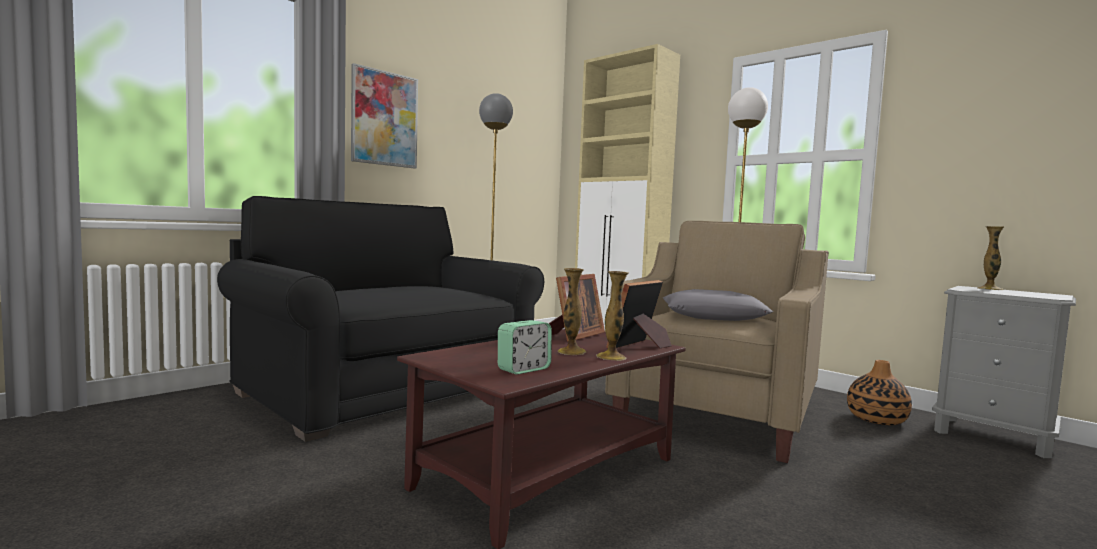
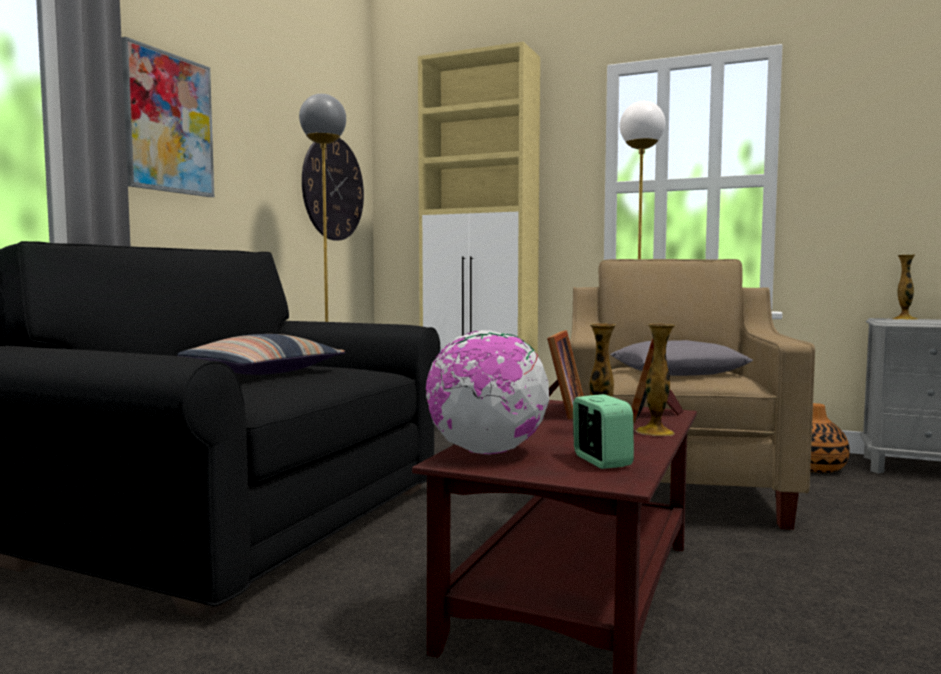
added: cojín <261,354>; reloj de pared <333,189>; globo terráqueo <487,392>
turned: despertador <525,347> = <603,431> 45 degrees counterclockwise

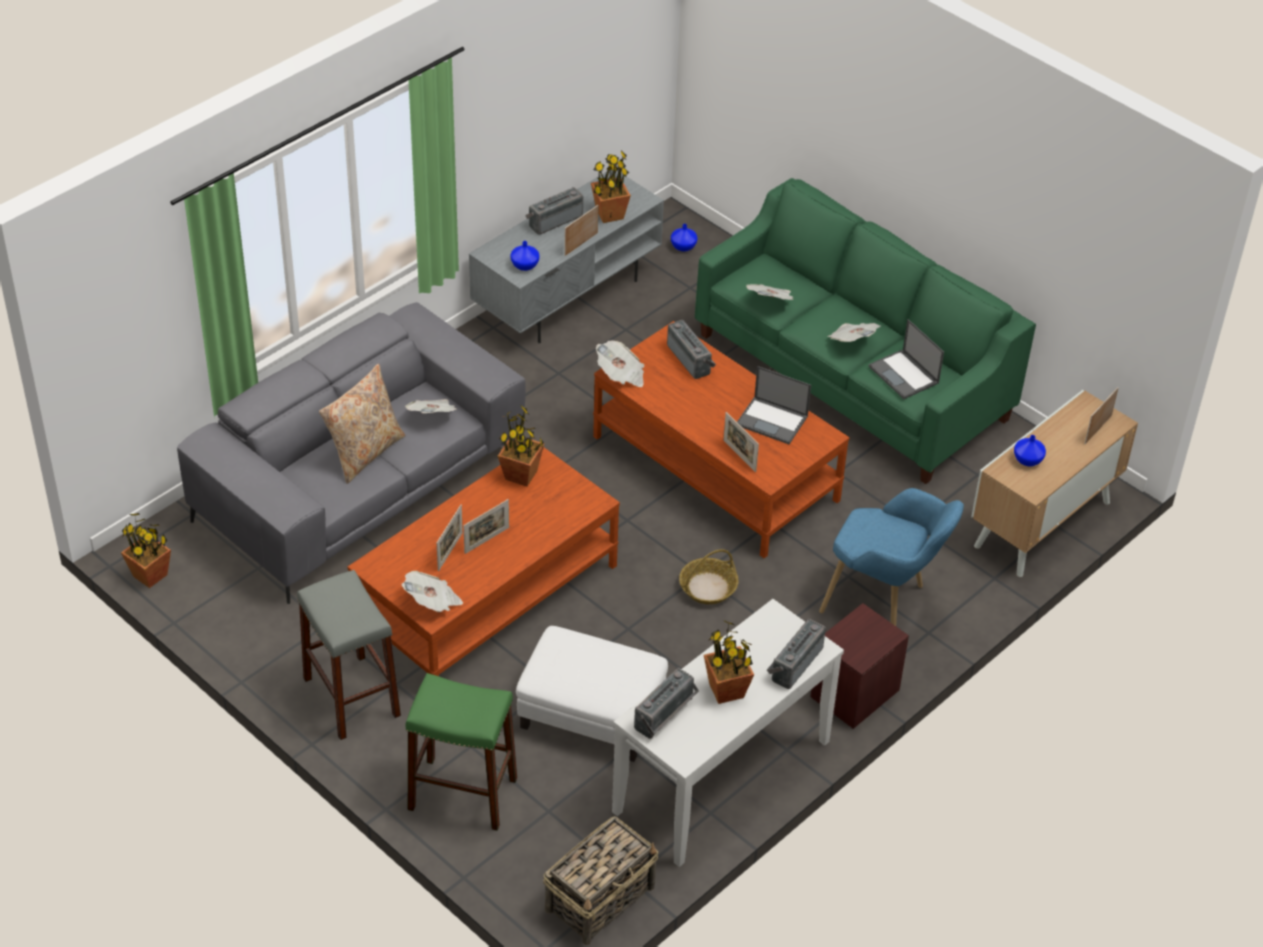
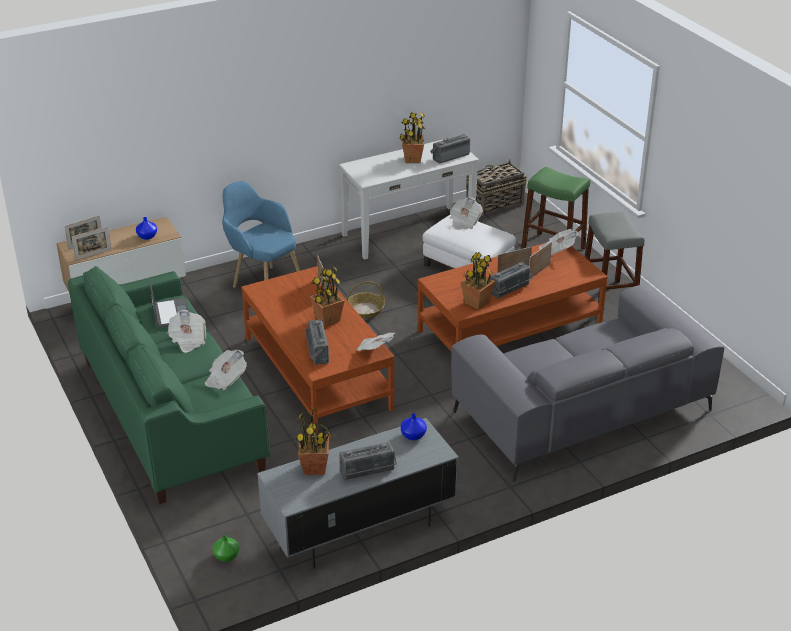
removed: cojín (beis) <362,424>; portátil <774,405>; mesita de noche (marrón) <859,666>
moved: planta en maceta <146,550> to <327,296>; periódico <431,406> to <466,213>; portarretratos <581,230> to <92,243>; radio <796,654> to <511,280>
recoloured: florero (azul) <684,238> to florero (verde) <226,548>

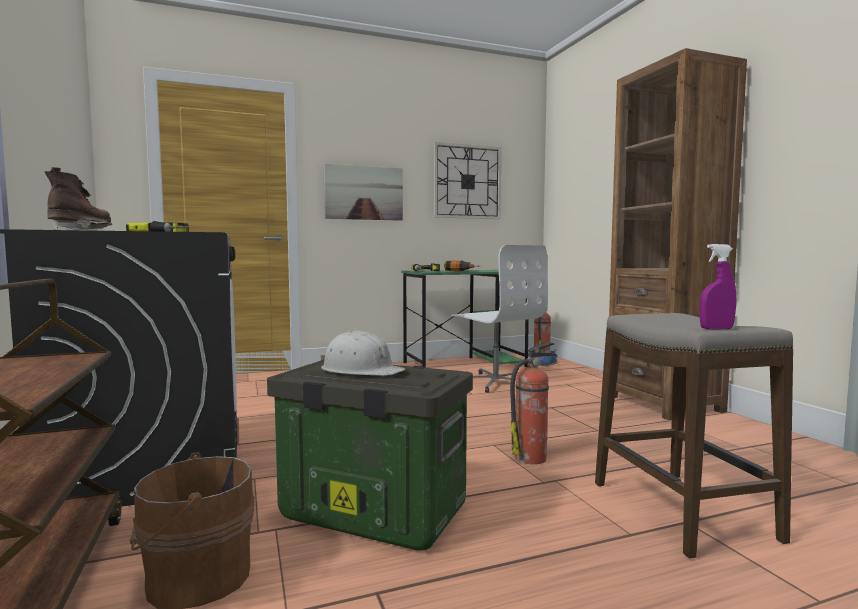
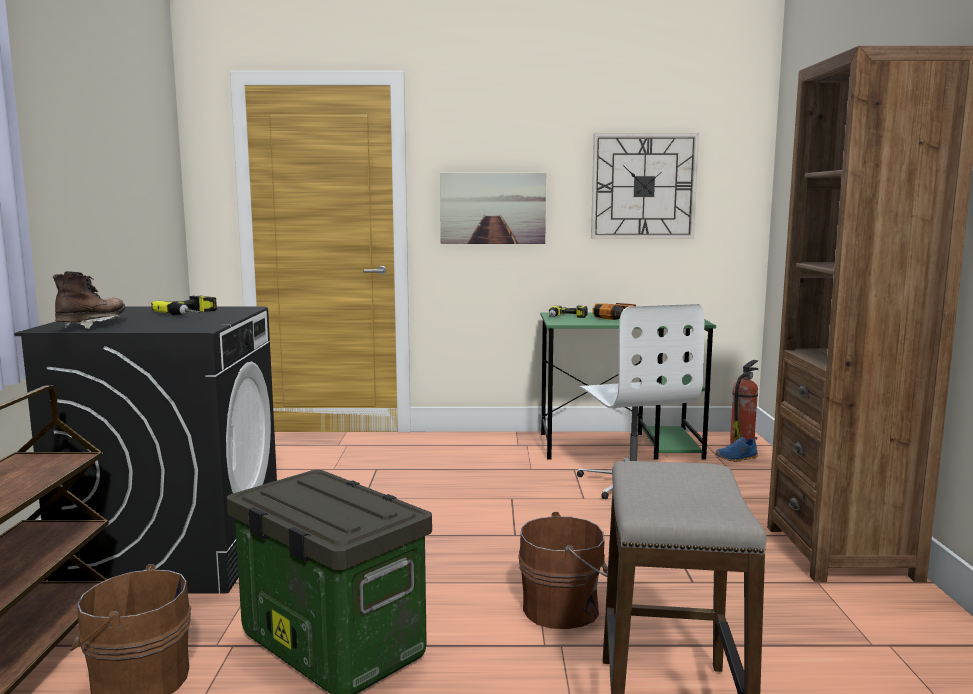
removed: casco (blanco) <362,353>; pulverizador (morado) <717,287>
replaced: extintor <533,403> to cubo (marrón) <563,570>

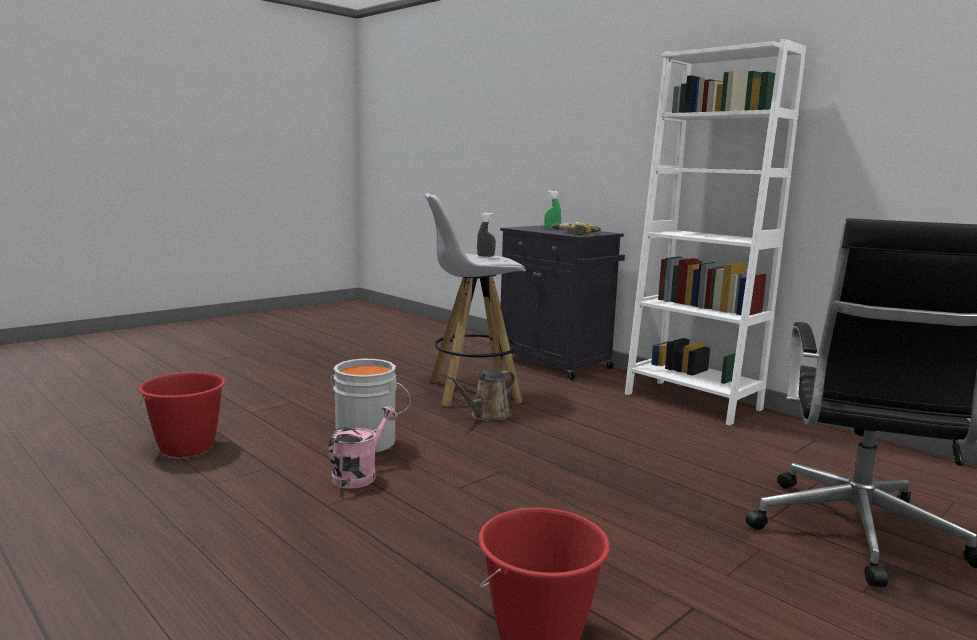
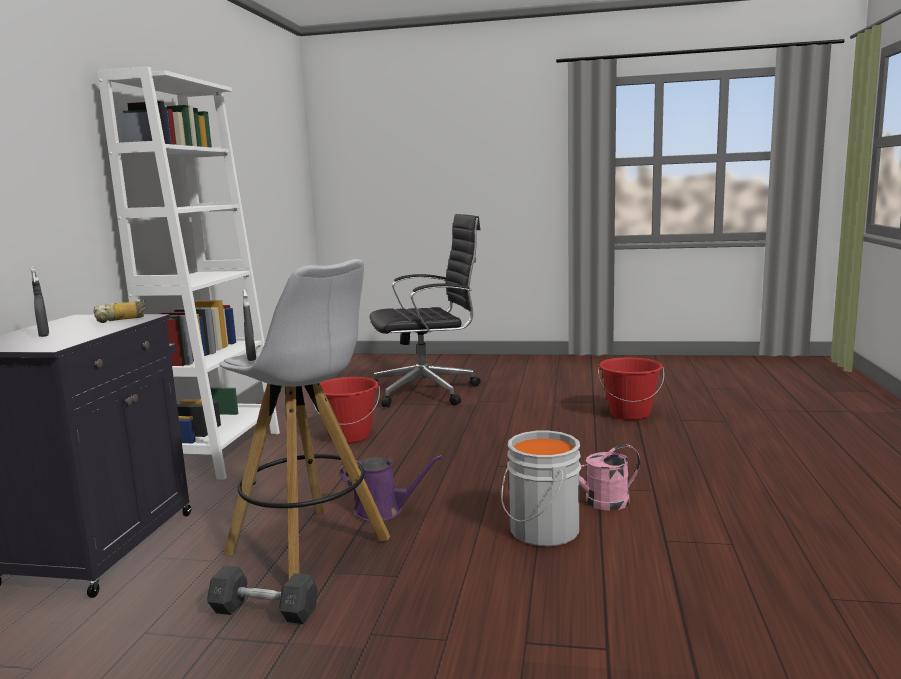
added: mancuerna (gris) <262,595>
moved: cubo (rojo) <182,414> to <346,410>
recoloured: regadera (marrón) <481,395> to regadera (morado) <391,488>; pulverizador (verde) <552,210> to pulverizador (gris) <40,301>

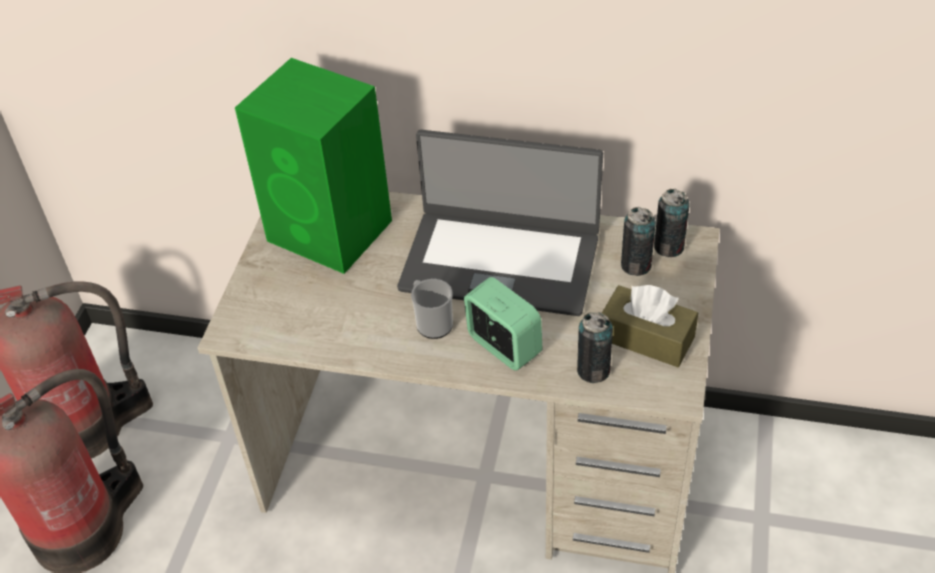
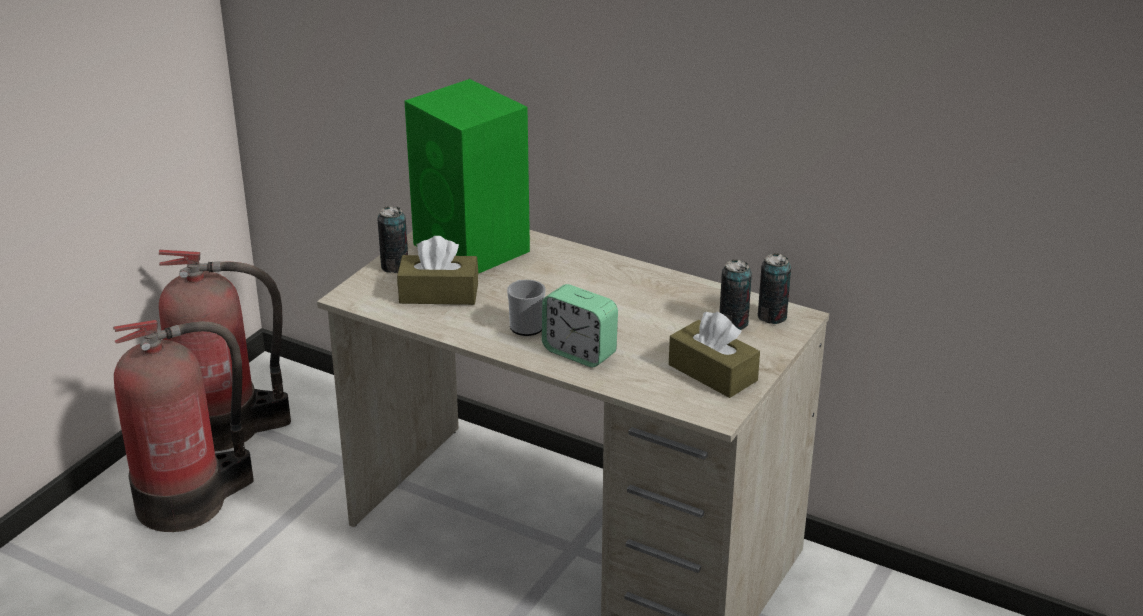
removed: portátil <500,223>
added: caja de pañuelos (marrón) <437,270>
moved: lata <595,347> to <393,239>
turned: despertador <503,323> = <580,325> 150 degrees clockwise

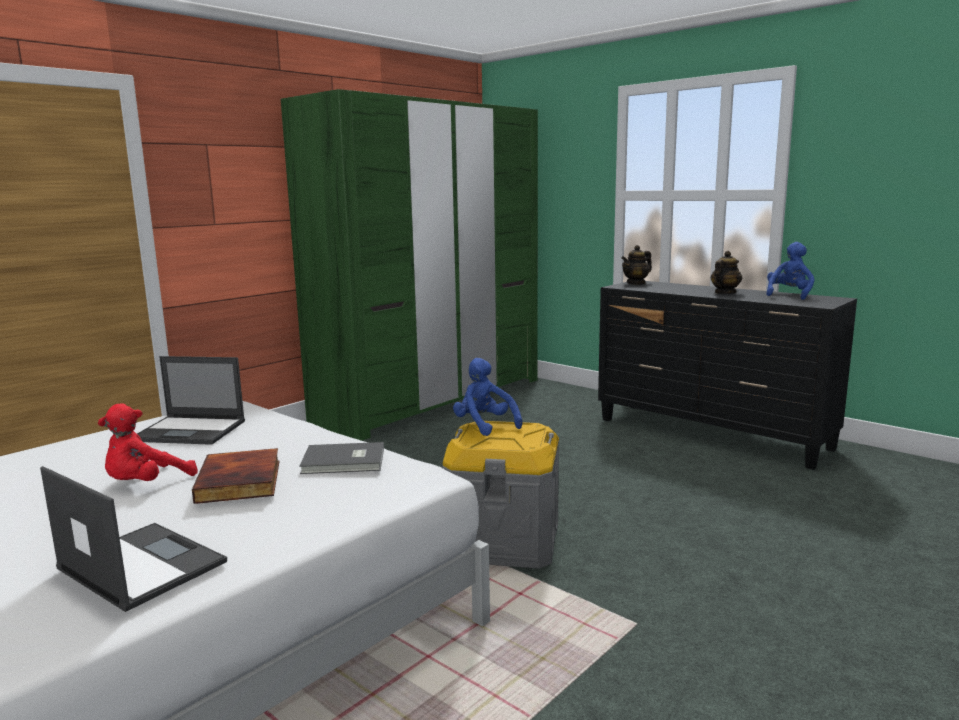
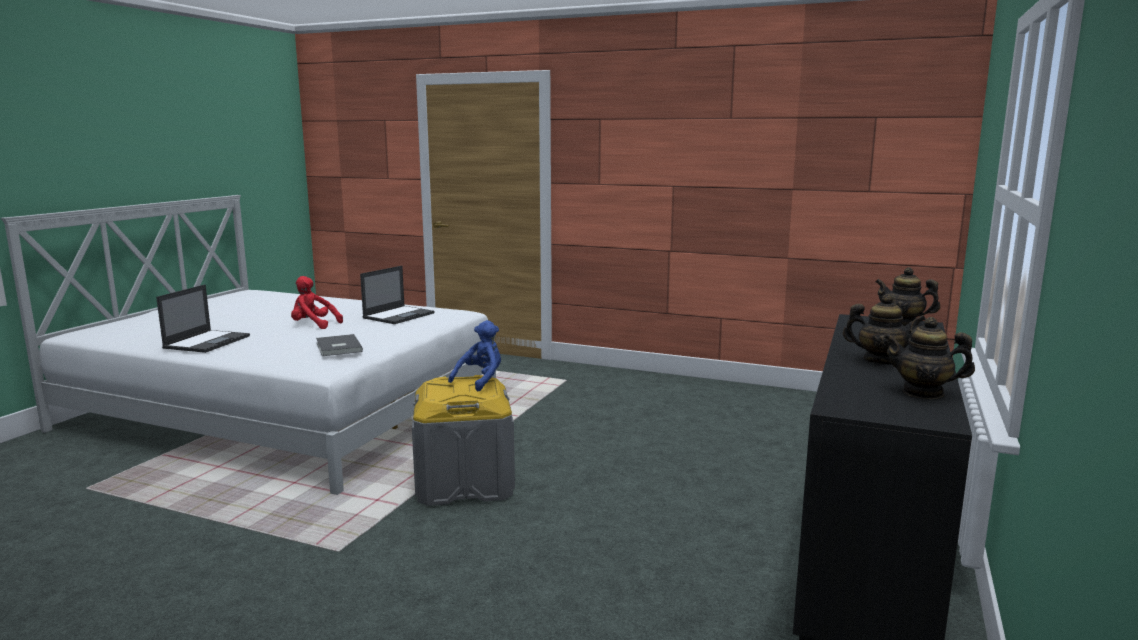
removed: libro <236,476>; armario ropero (verde) <409,265>
replaced: peluche (azul) <790,271> to tetera <929,358>
turned: portátil <191,400> = <397,295> 135 degrees counterclockwise

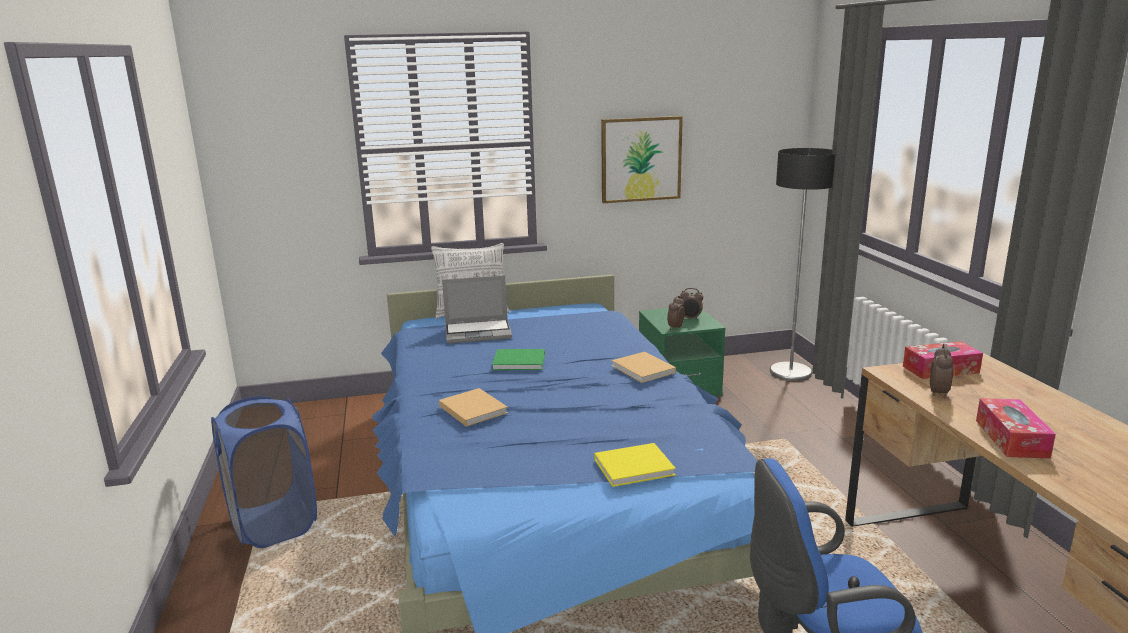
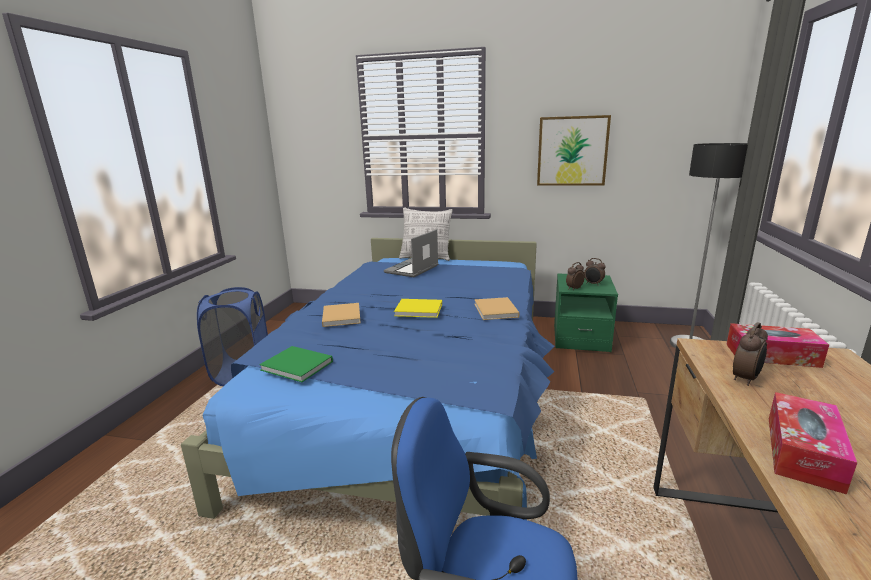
moved: libro (verde) <518,359> to <296,364>; libro (amarillo) <635,465> to <418,308>
turned: portátil <477,309> = <411,253> 105 degrees clockwise

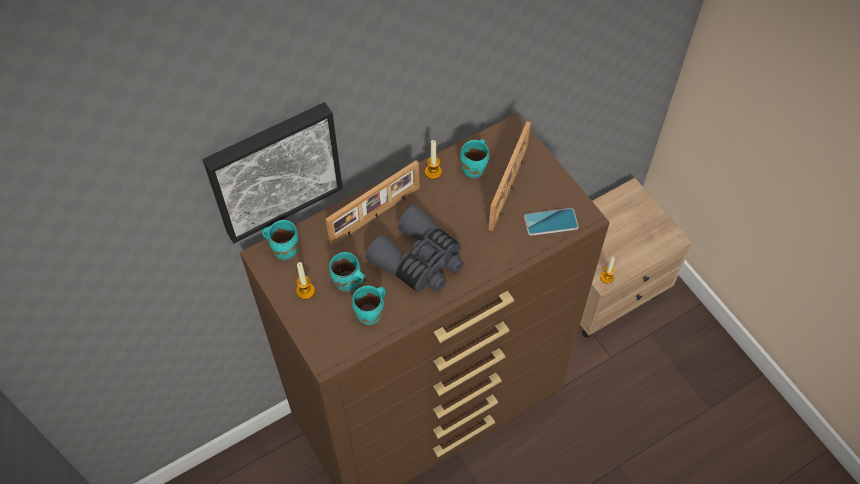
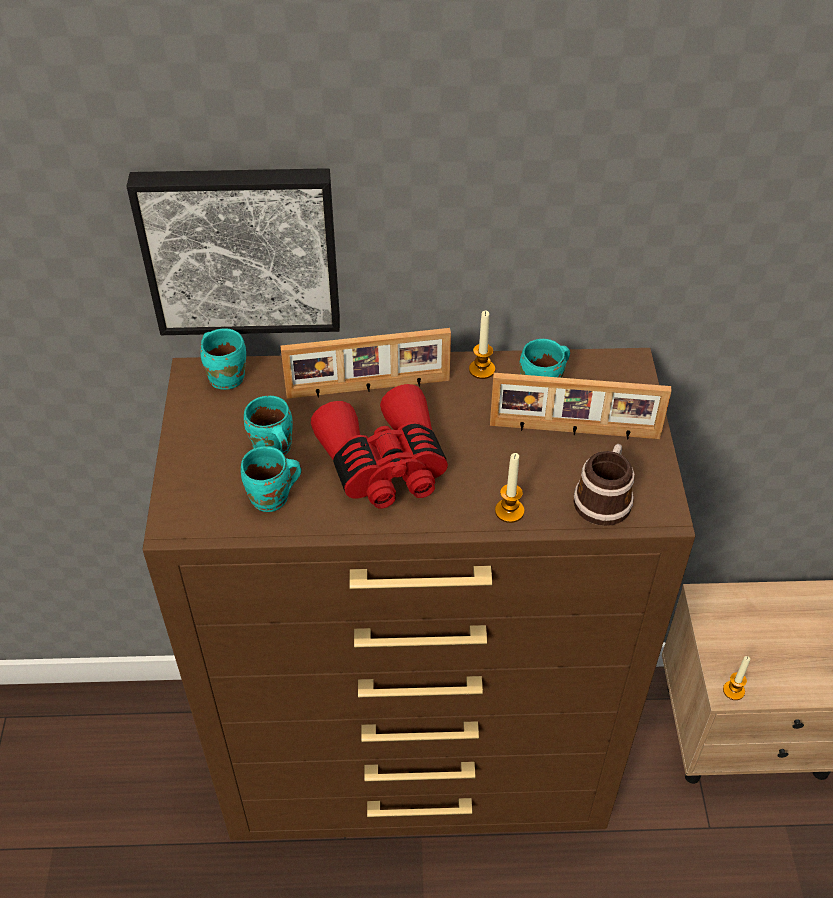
moved: vela <305,280> to <509,488>
replaced: móvil <551,222> to taza grande <604,485>
recoloured: prismáticos (gris) <414,248> to prismáticos (rojo) <379,446>
turned: portarretratos <509,176> = <581,406> 45 degrees clockwise

